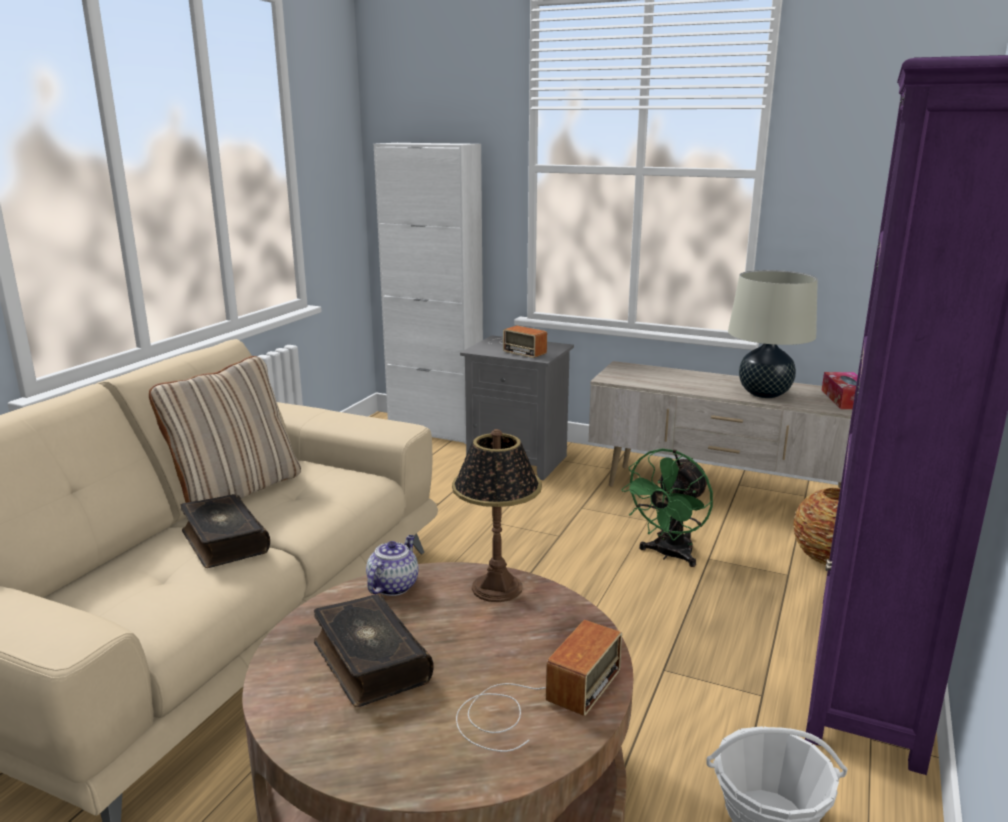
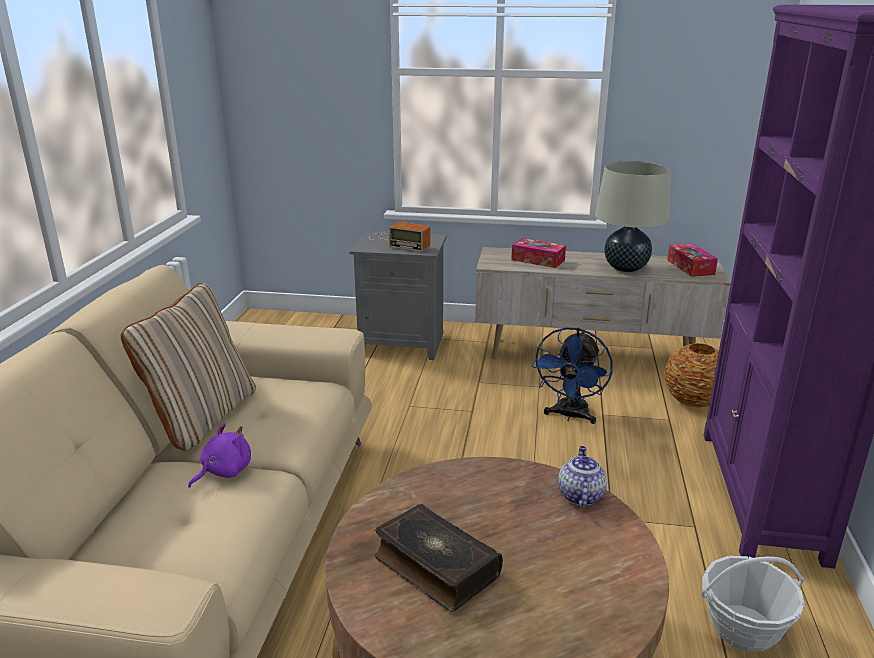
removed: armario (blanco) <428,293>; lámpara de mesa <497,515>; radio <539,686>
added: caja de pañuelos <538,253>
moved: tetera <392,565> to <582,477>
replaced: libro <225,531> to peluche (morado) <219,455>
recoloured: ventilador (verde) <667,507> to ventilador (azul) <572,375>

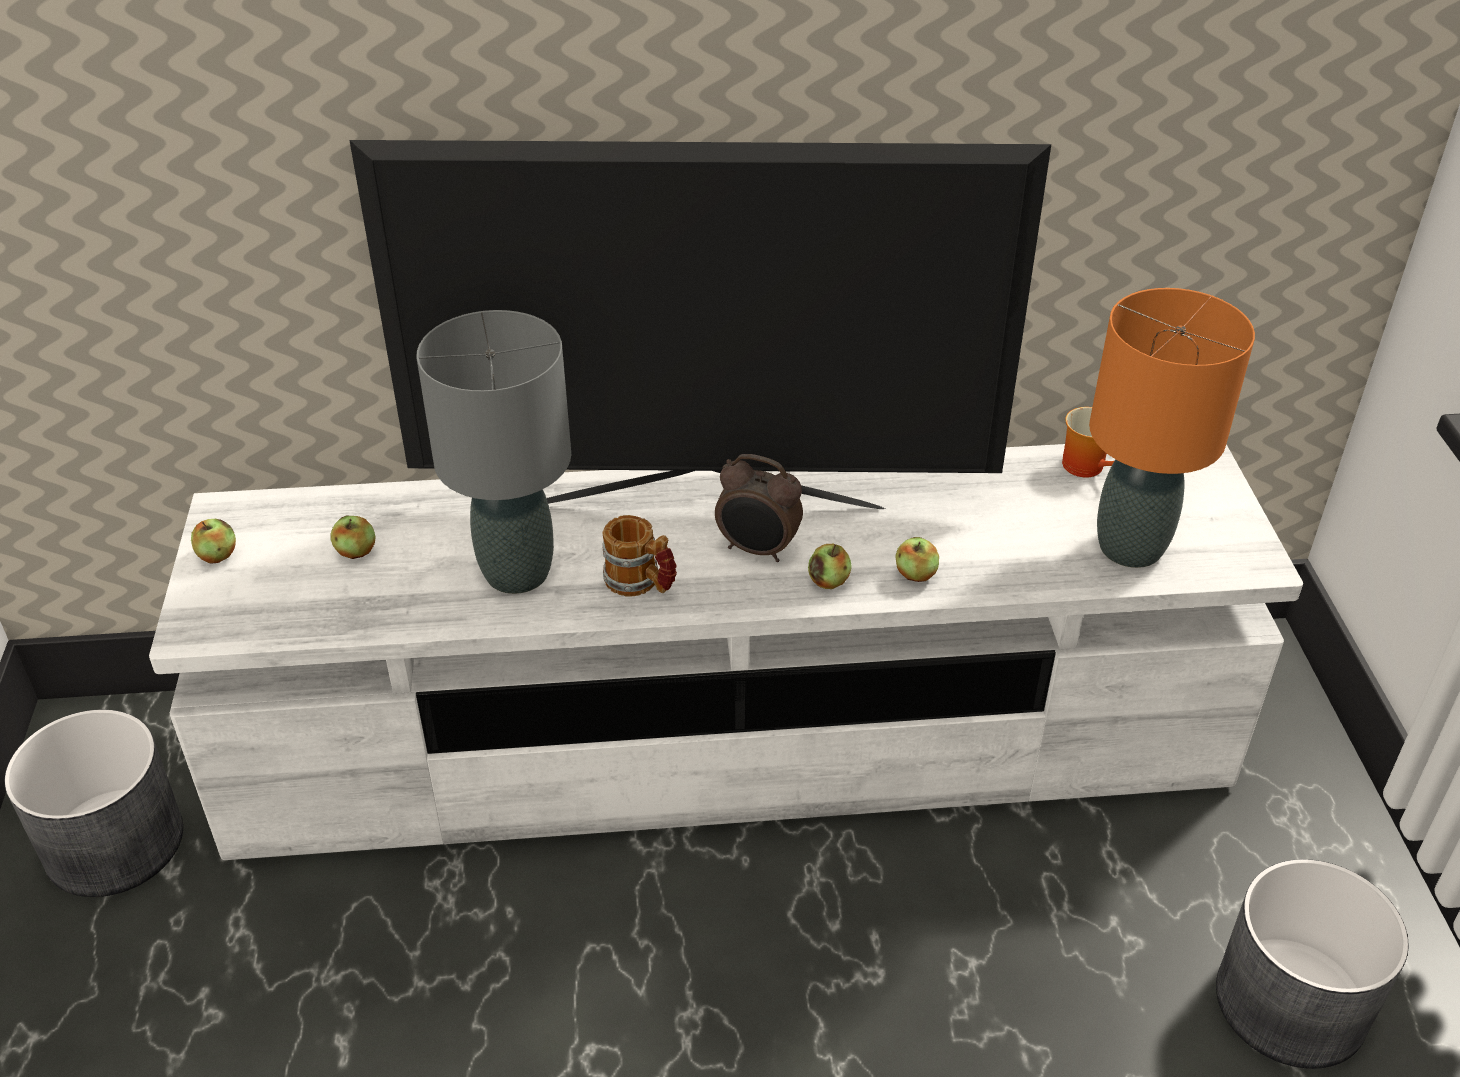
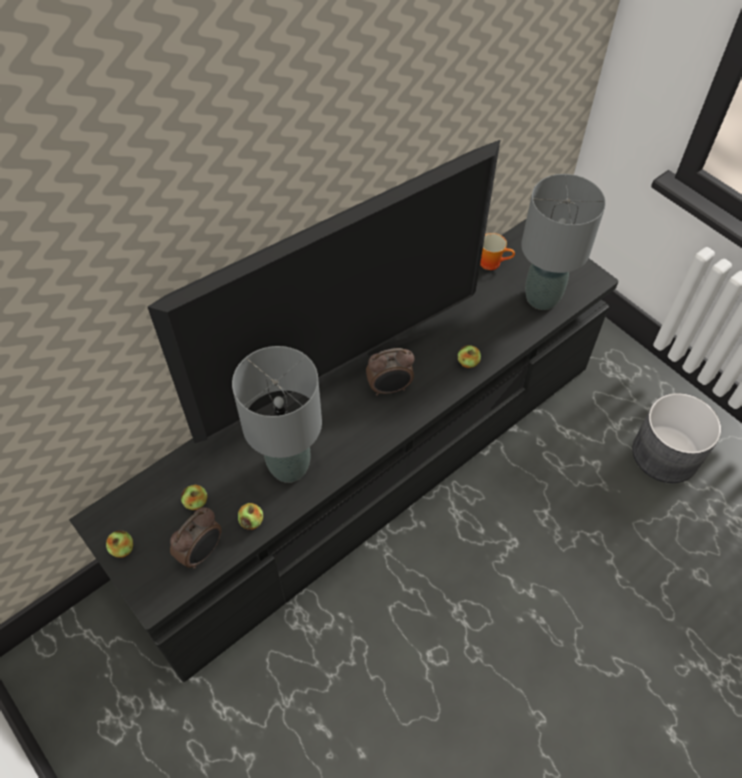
removed: maceta (gris) <94,803>; taza grande <639,556>
added: despertador <195,538>
moved: manzana <830,566> to <250,516>
recoloured: mueble de televisión (blanco) <726,652> to mueble de televisión (negro) <343,450>; lámpara de mesa (naranja) <1172,428> to lámpara de mesa (gris) <563,242>

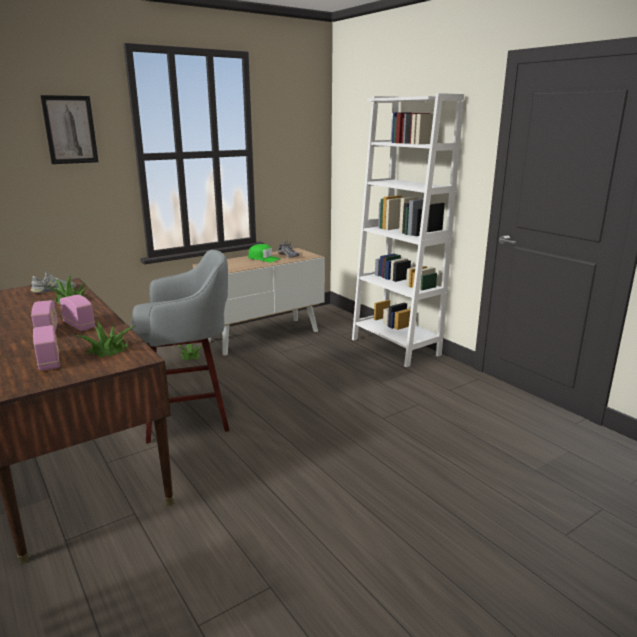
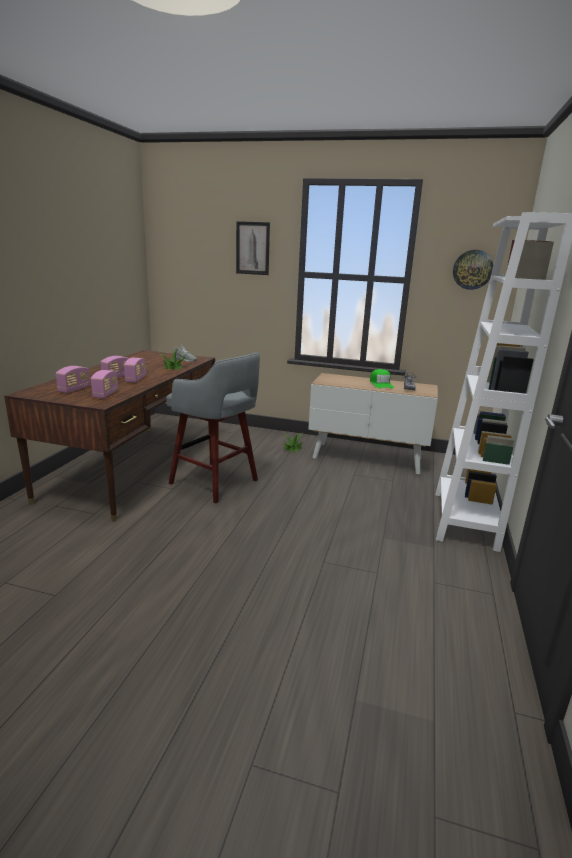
added: reloj de pared <473,270>
replaced: planta en maceta <105,338> to radio <104,384>

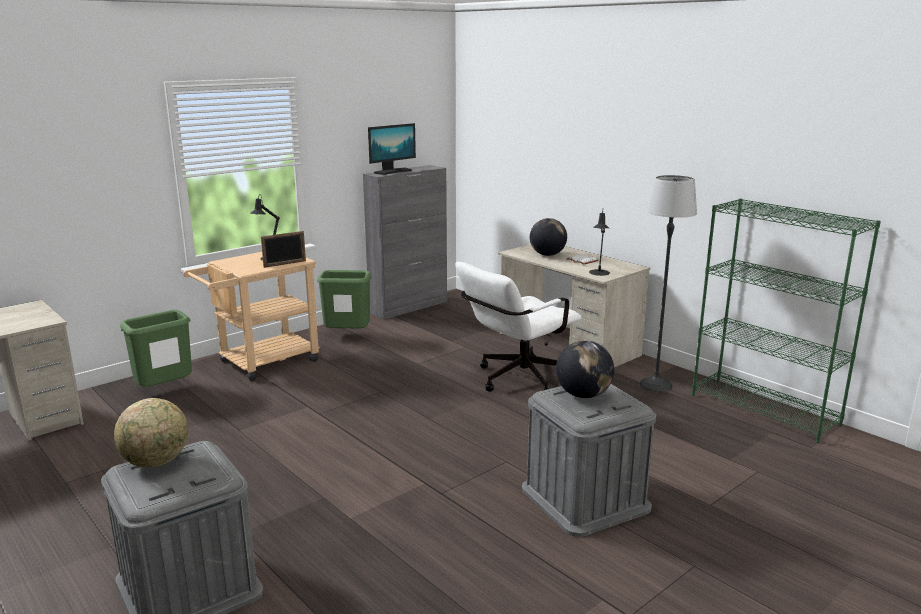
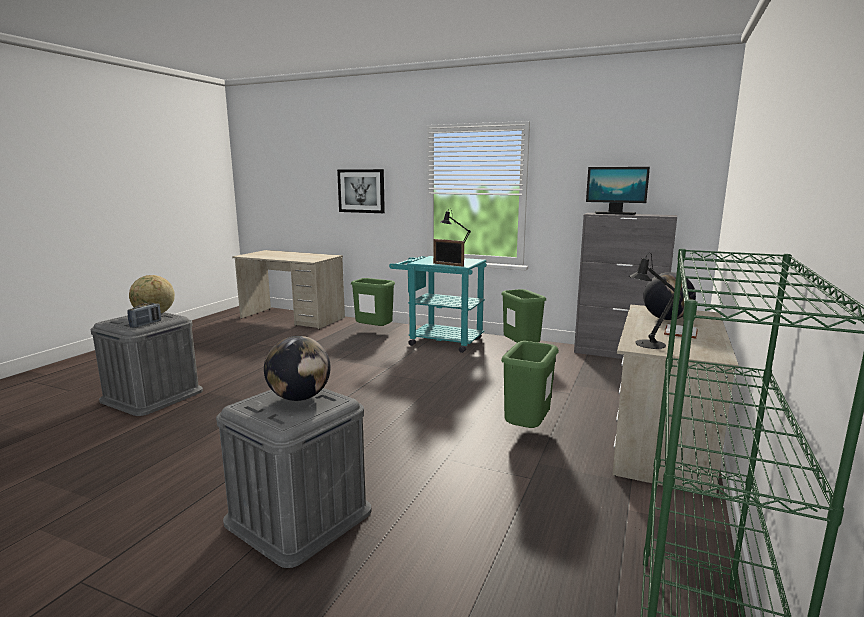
removed: lámpara de pie <668,283>
added: radio <144,315>; cuadro <361,191>
replaced: silla de oficina (blanco) <518,327> to papelera (verde) <530,384>
recoloured: carrito (beis) <251,316> to carrito (turquesa) <438,304>

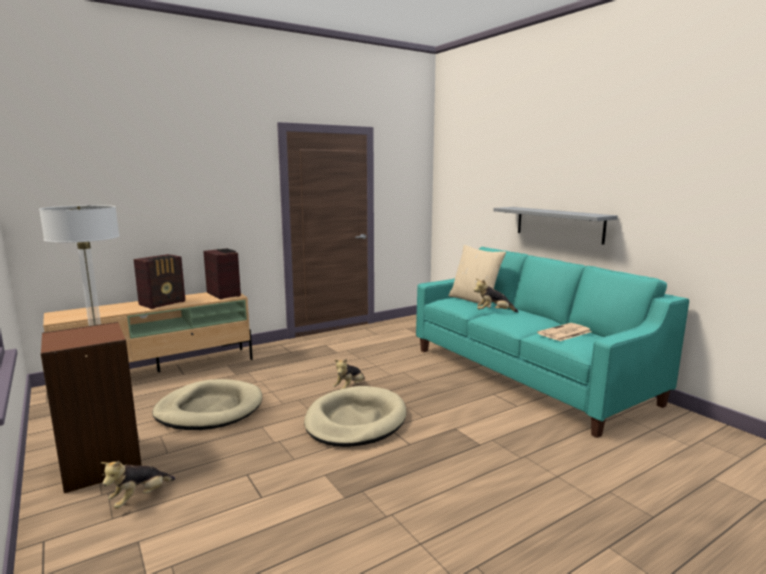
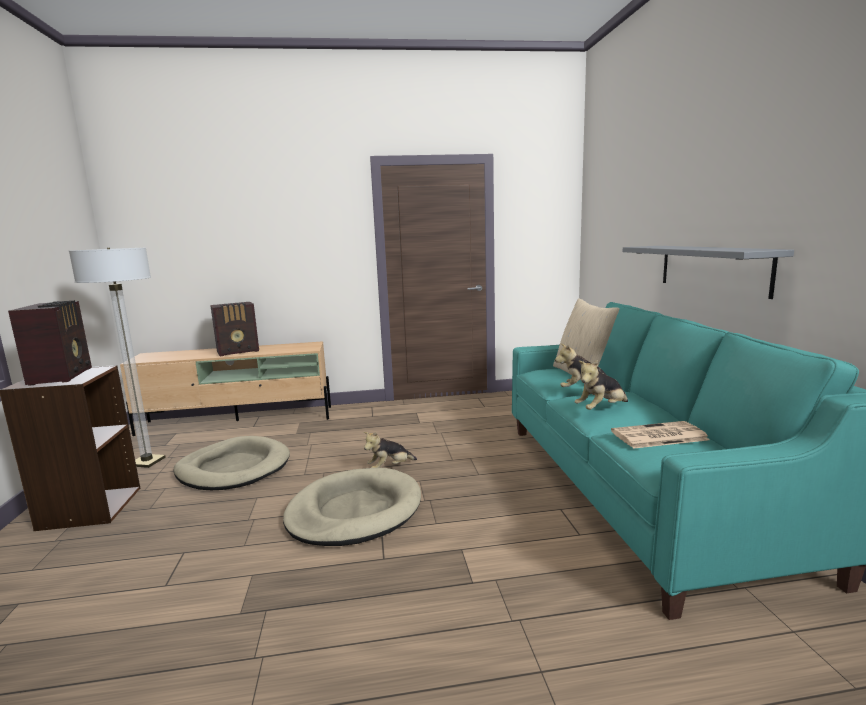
moved: peluche <138,485> to <601,385>; radio <222,273> to <50,343>

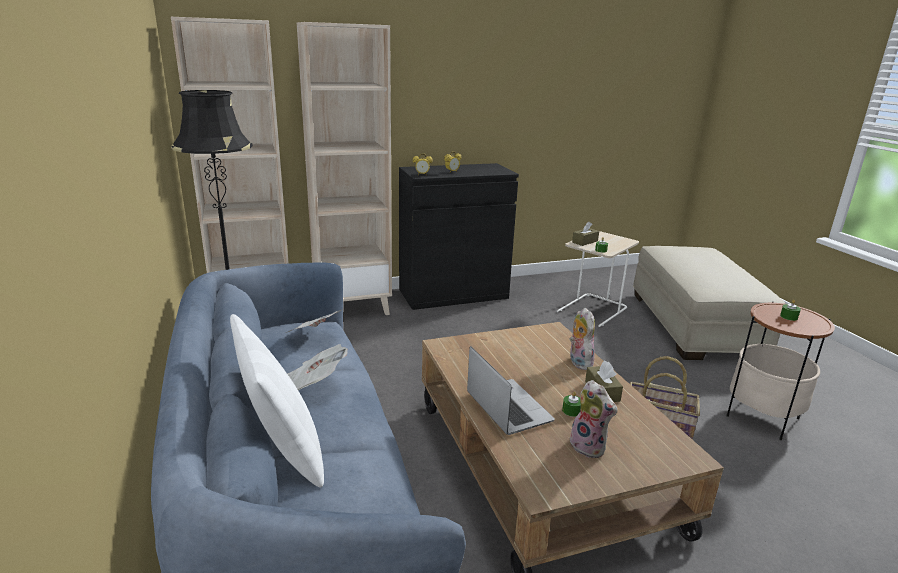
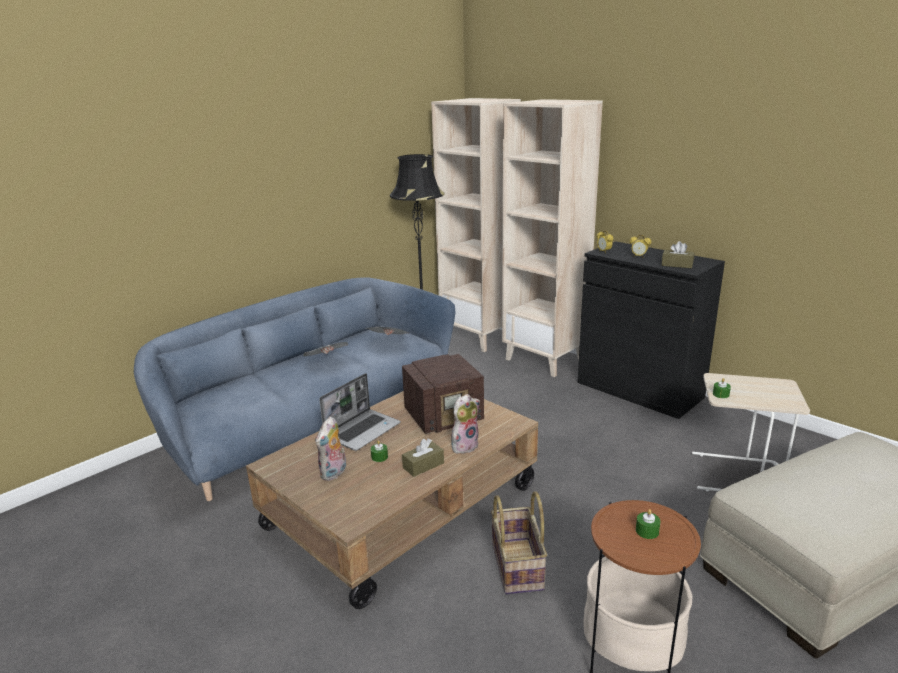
removed: cojín (blanco) <277,401>
added: radio <443,394>
moved: caja de pañuelos (marrón) <585,233> to <677,254>

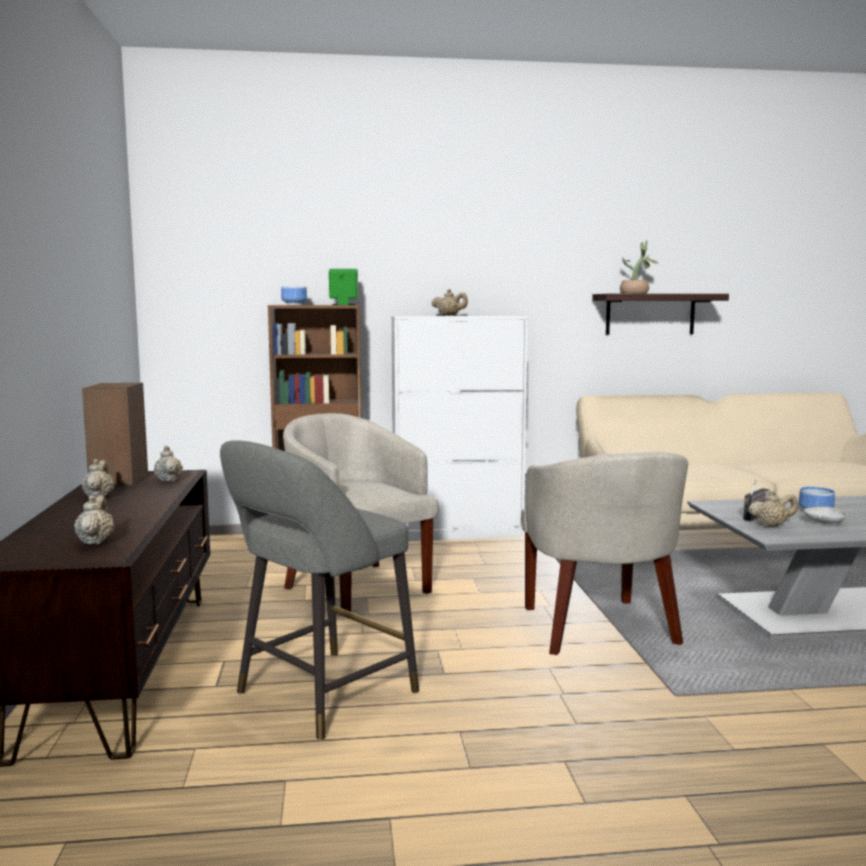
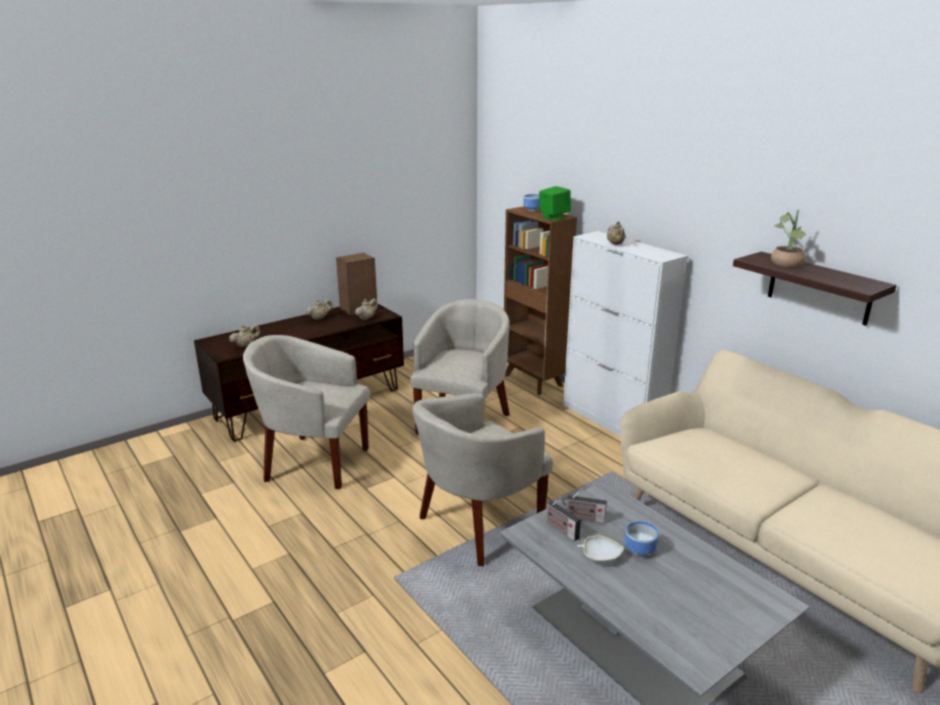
replaced: taburete (gris) <319,590> to sillón (beis) <306,412>; tetera (beis) <773,508> to radio <563,519>

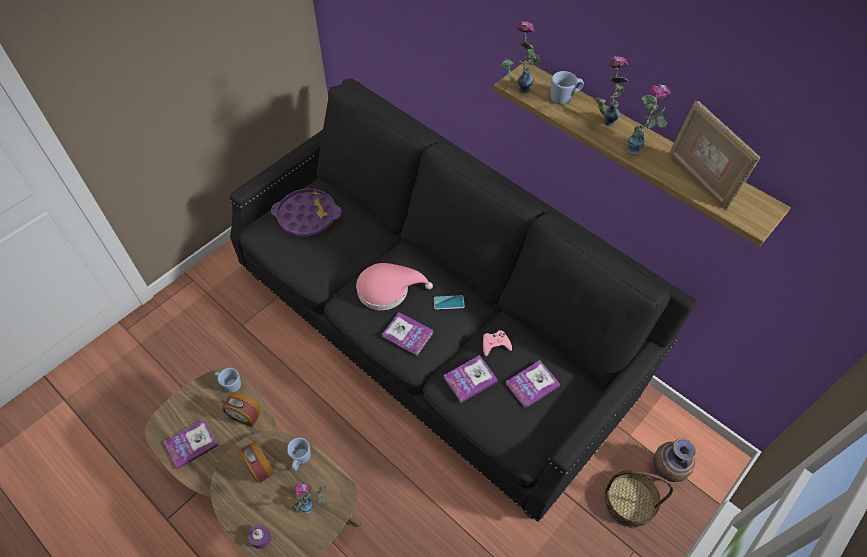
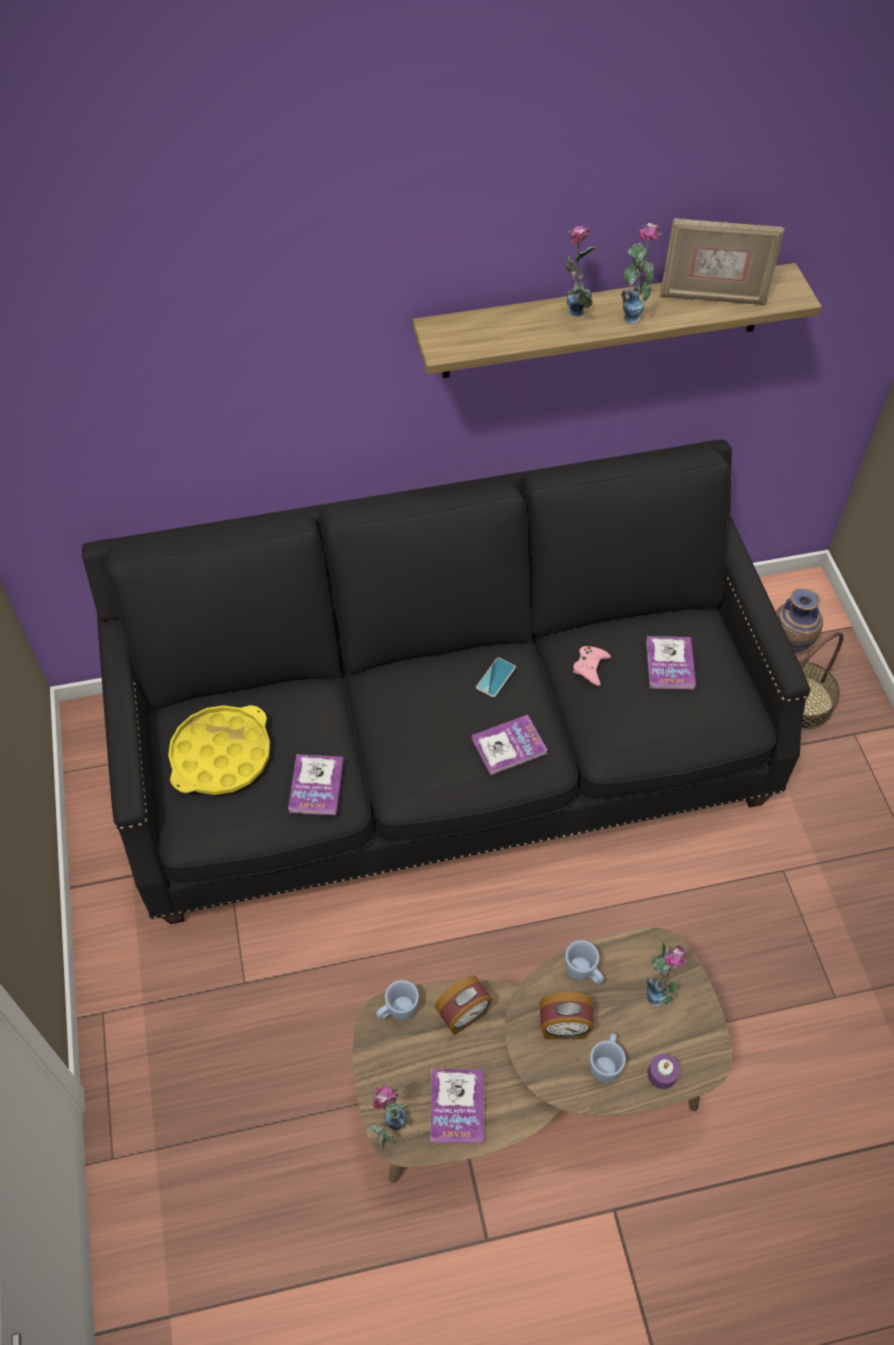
removed: sombrero (rosa) <394,287>
moved: libro <470,379> to <315,785>; florero <520,57> to <387,1117>; taza grande (azul) <567,88> to <608,1057>
recoloured: bandeja (morado) <306,212> to bandeja (amarillo) <219,750>

